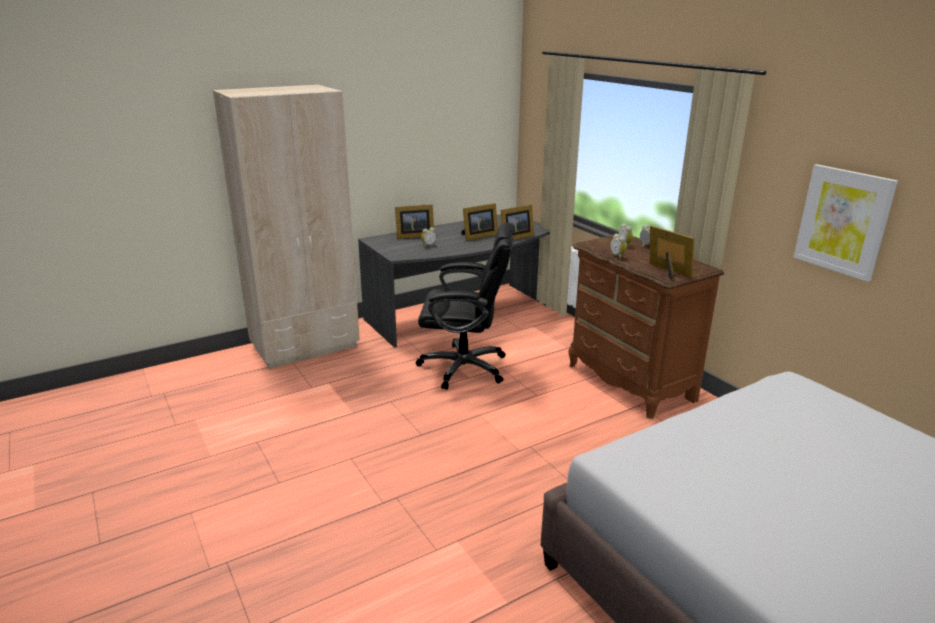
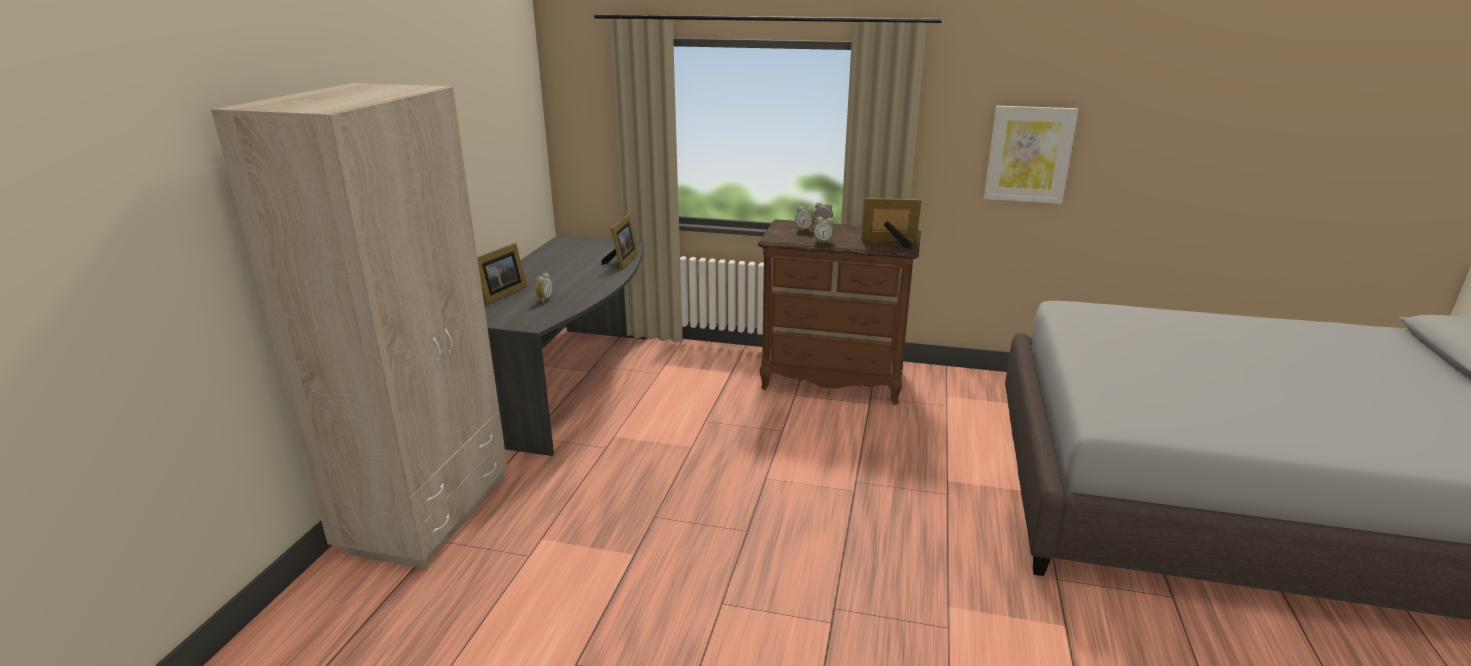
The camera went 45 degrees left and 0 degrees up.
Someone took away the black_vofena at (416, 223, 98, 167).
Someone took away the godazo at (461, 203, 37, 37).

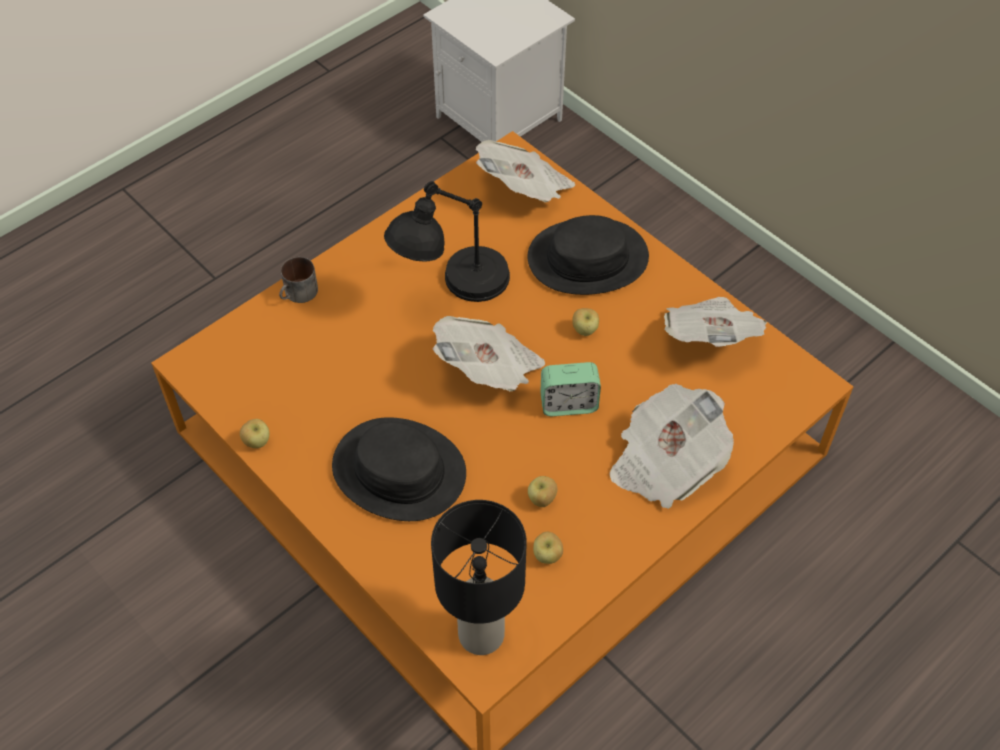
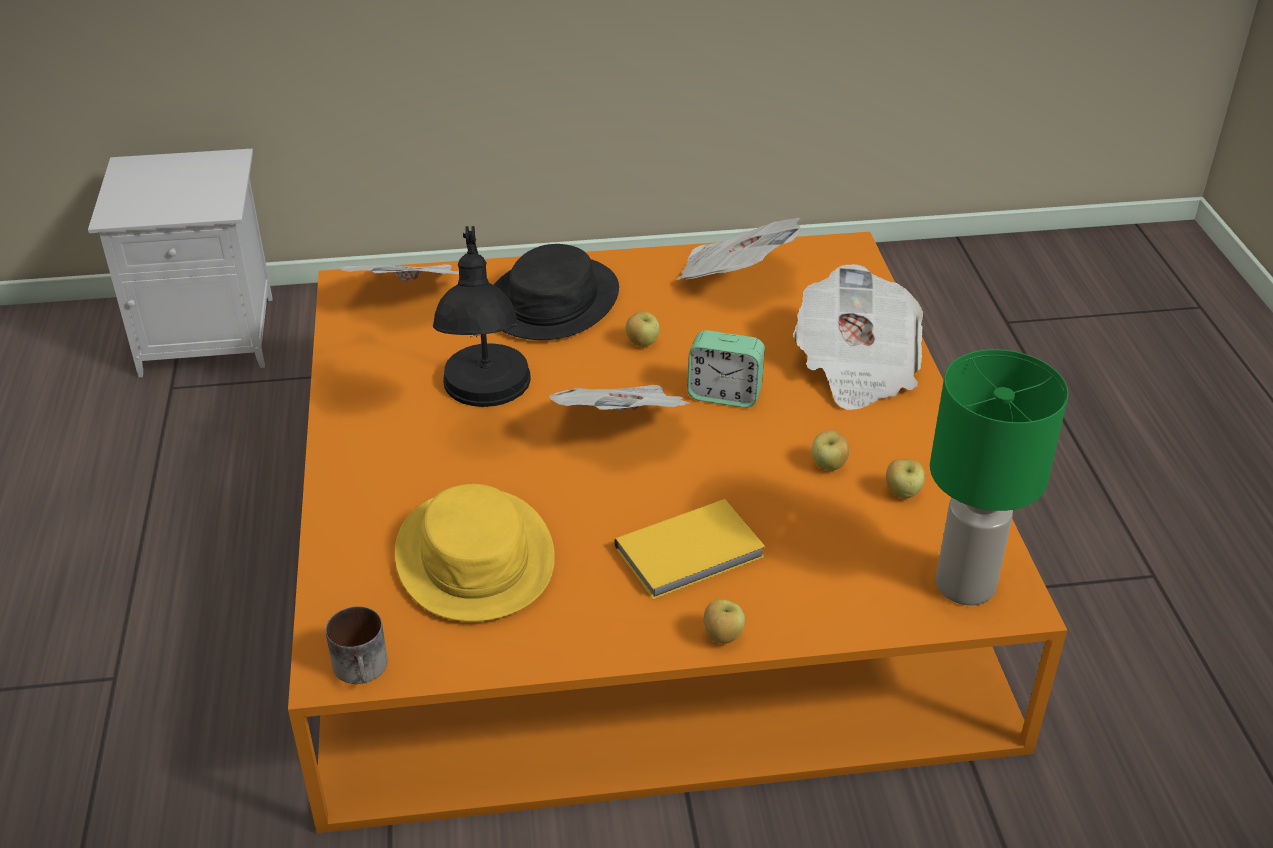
The camera went 55 degrees left and 15 degrees down.
Someone carried the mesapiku from (279, 257, 39, 46) to (326, 606, 62, 78).
Someone put down the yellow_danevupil at (395, 484, 160, 138).
Someone swapped the black_danevupil at (332, 417, 134, 104) for the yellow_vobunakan at (614, 499, 152, 101).
Someone rotated the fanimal at (540, 362, 61, 54) by 75 degrees clockwise.
Someone carried the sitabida from (240, 419, 29, 29) to (703, 599, 42, 45).
Someone repainted the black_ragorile at (431, 500, 95, 155), which became the green_ragorile at (930, 349, 139, 256).

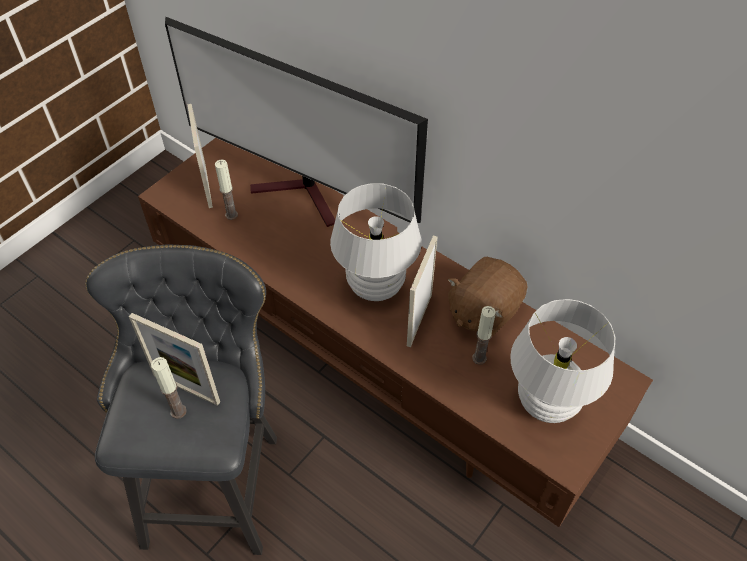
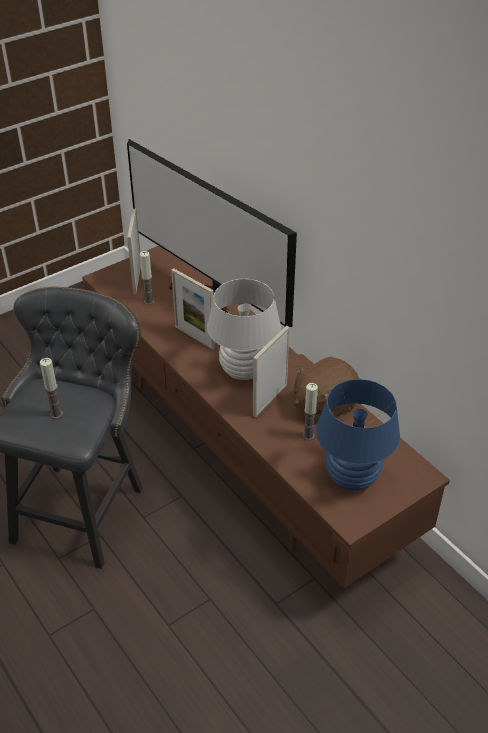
The camera went 15 degrees right and 10 degrees down.
Someone carried the godazo from (129, 313, 91, 93) to (171, 268, 44, 82).
Someone repainted the white_ragorile at (510, 299, 105, 124), which became the blue_ragorile at (316, 379, 84, 111).

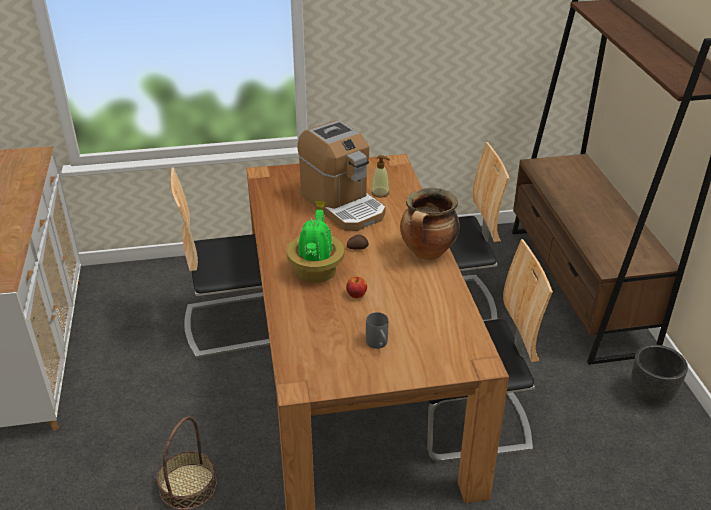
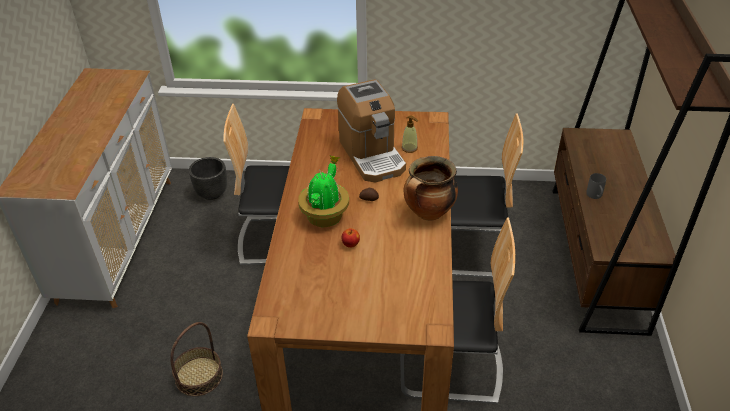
The camera went 15 degrees right and 5 degrees up.
Someone carried the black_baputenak from (631, 345, 57, 60) to (189, 157, 38, 43).
Someone carried the grey_mesapiku from (366, 312, 22, 37) to (586, 173, 20, 26).

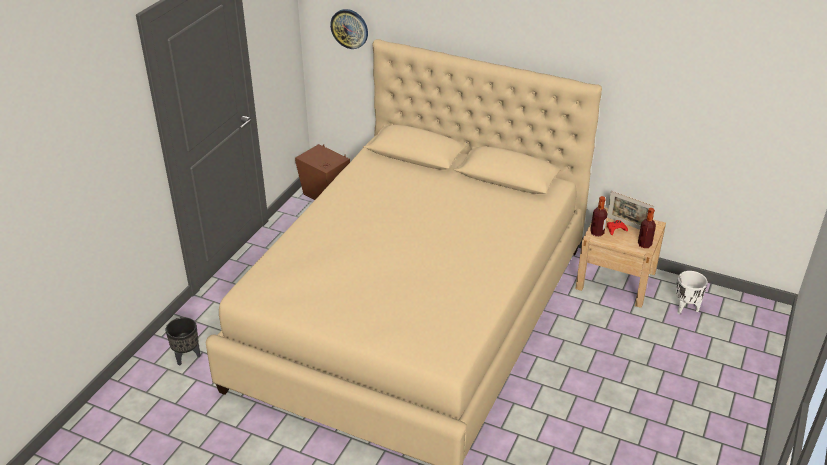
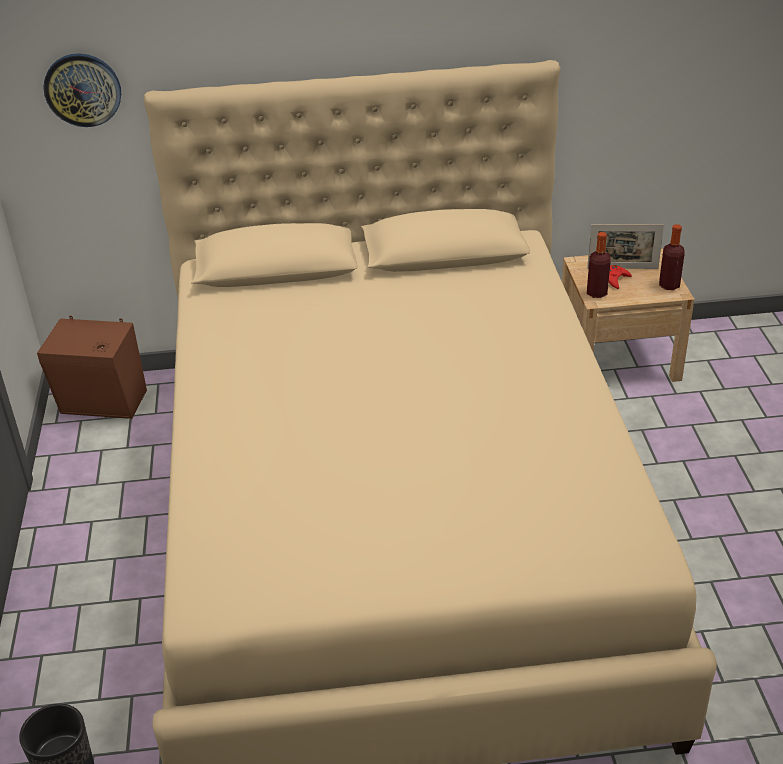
The camera went 30 degrees left and 0 degrees up.
Someone took away the white_baputenak at (676, 271, 32, 43).

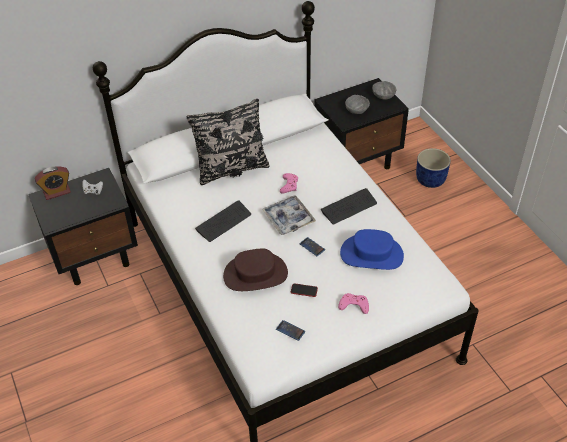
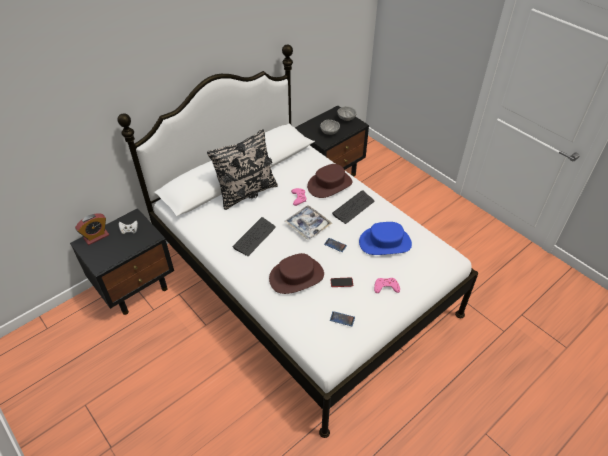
The camera went 15 degrees left and 0 degrees up.
Someone put down the brown_danevupil at (307, 164, 45, 34).
Someone took away the blue_baputenak at (416, 148, 35, 40).

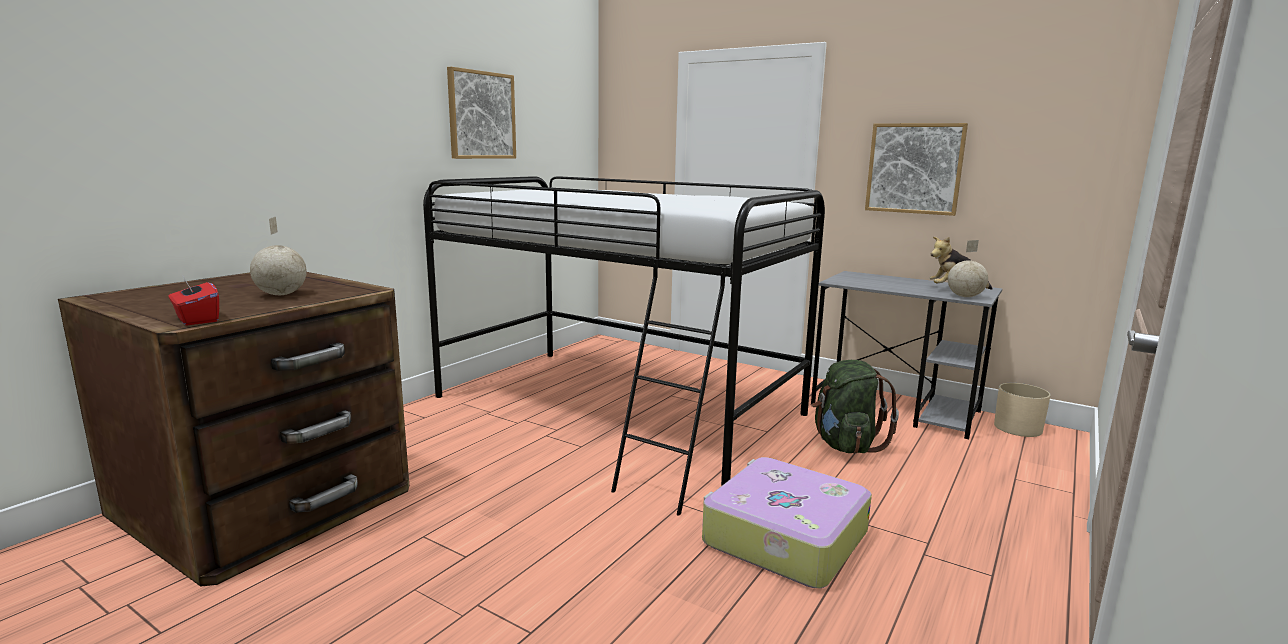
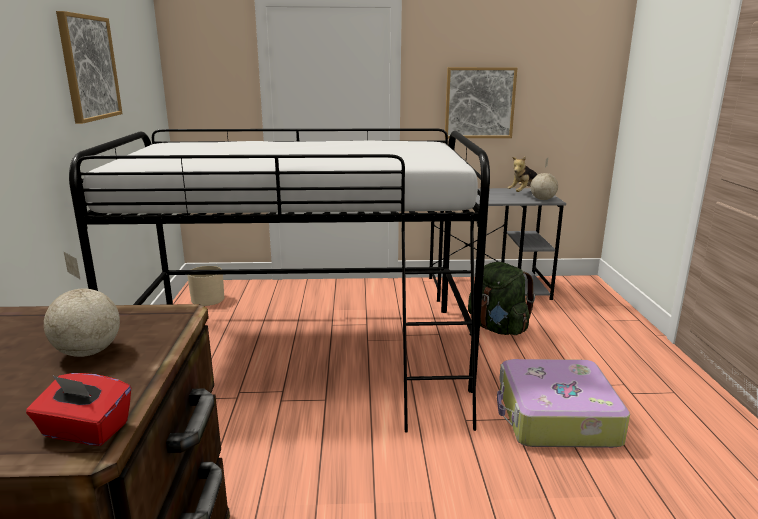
The camera went 35 degrees left and 5 degrees up.
Someone carried the beige_baputenak from (994, 383, 57, 54) to (187, 266, 37, 40).

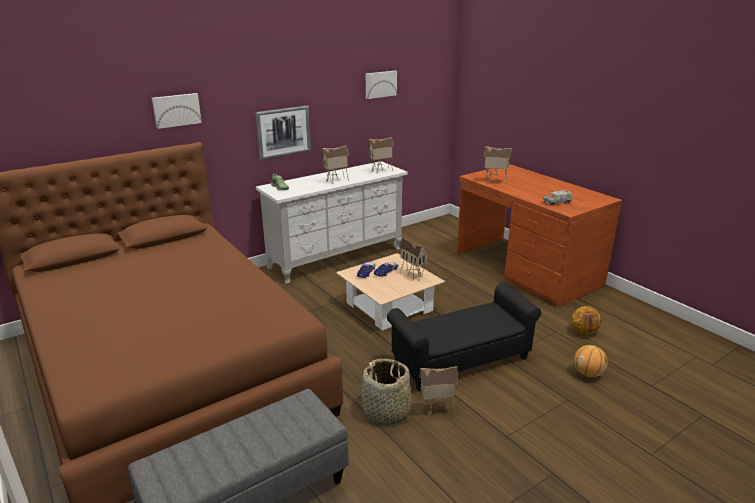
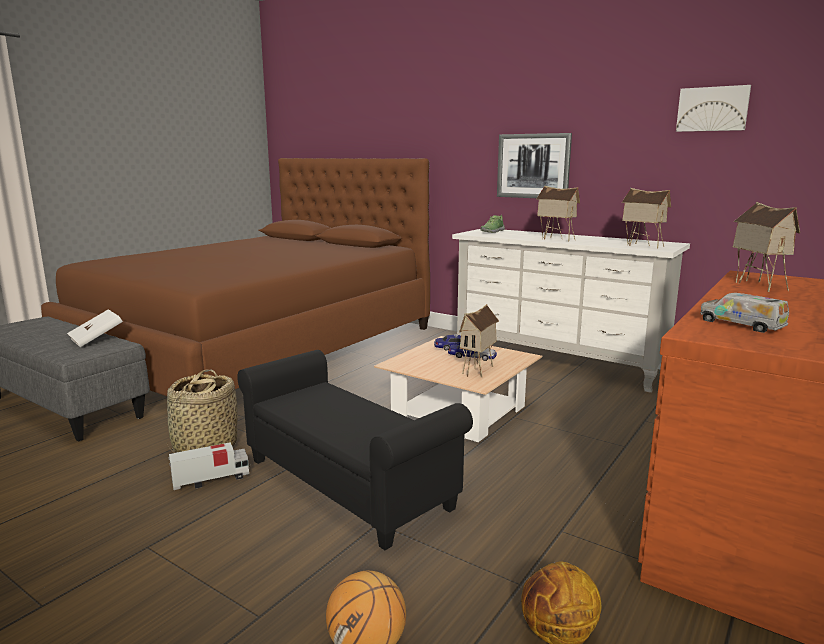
The camera went 70 degrees right and 10 degrees down.
Someone put down the white_vobunakan at (67, 309, 56, 38).
Someone swapped the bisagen at (419, 366, 39, 49) for the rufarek at (168, 442, 82, 48).
Someone took away the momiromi at (152, 93, 50, 36).

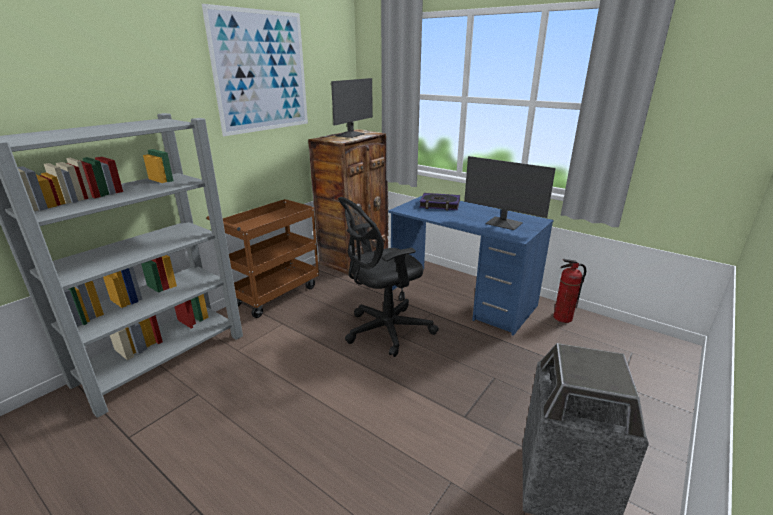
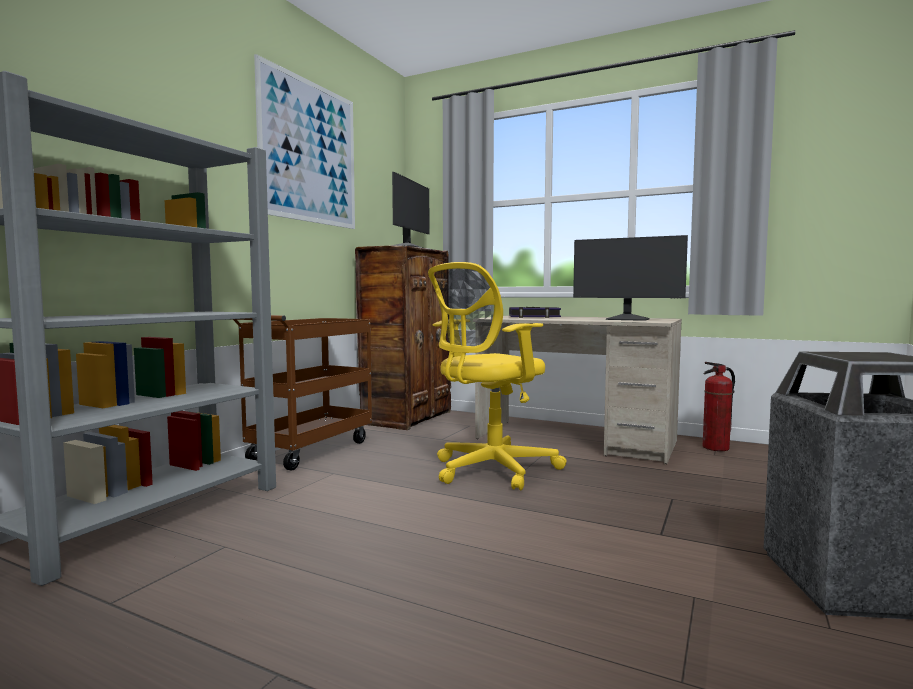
The camera went 10 degrees left and 20 degrees down.
Someone repainted the black_vofena at (338, 197, 101, 160), which became the yellow_vofena at (428, 262, 139, 228).
Someone repainted the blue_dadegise at (388, 196, 166, 140), which became the beige_dadegise at (475, 315, 207, 149).

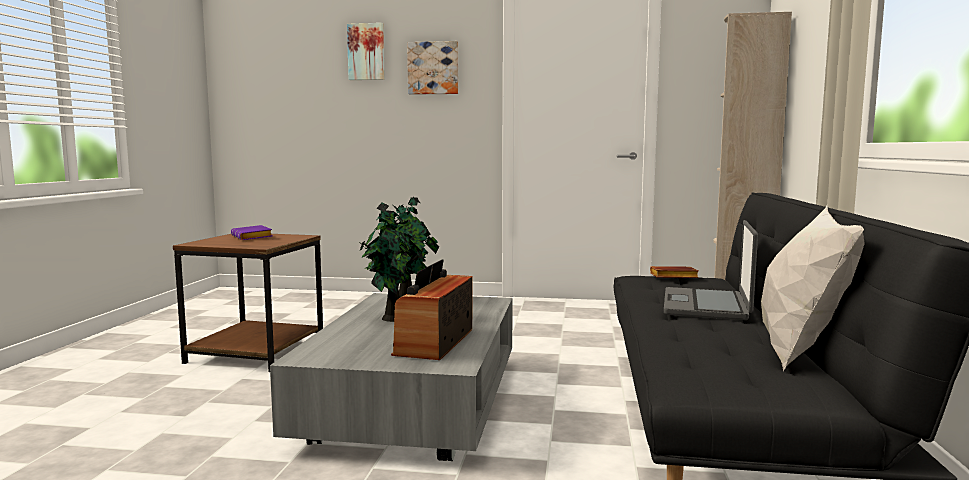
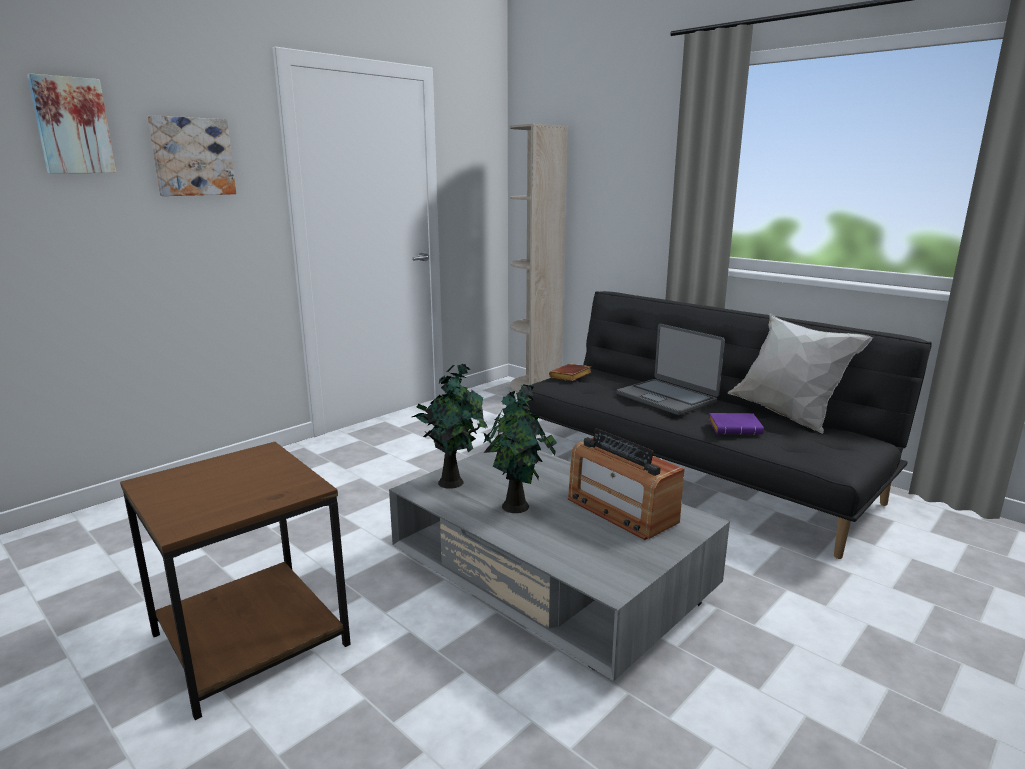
The camera went 55 degrees left and 10 degrees up.
Someone carried the purple_vobunakan from (231, 225, 41, 15) to (708, 413, 56, 21).

